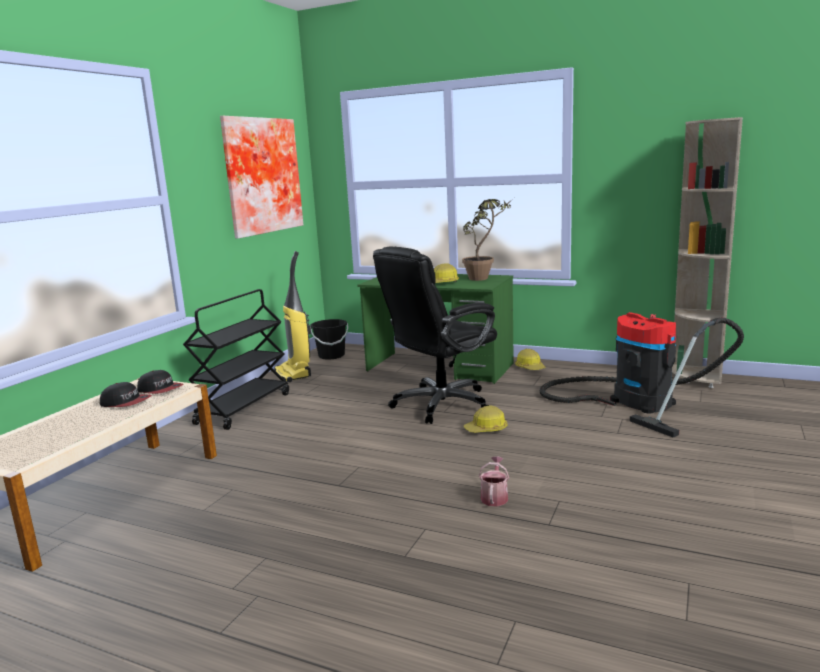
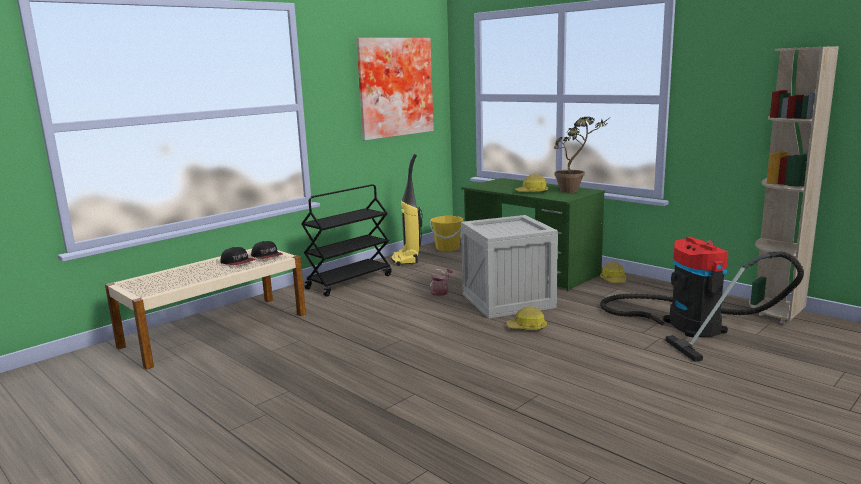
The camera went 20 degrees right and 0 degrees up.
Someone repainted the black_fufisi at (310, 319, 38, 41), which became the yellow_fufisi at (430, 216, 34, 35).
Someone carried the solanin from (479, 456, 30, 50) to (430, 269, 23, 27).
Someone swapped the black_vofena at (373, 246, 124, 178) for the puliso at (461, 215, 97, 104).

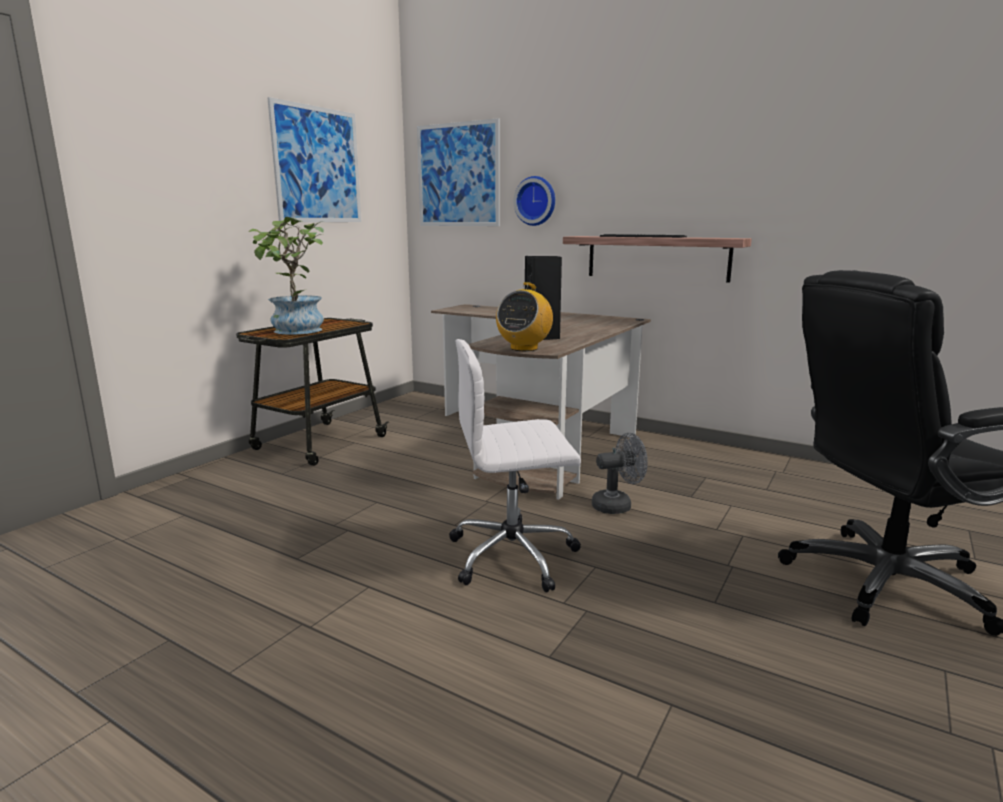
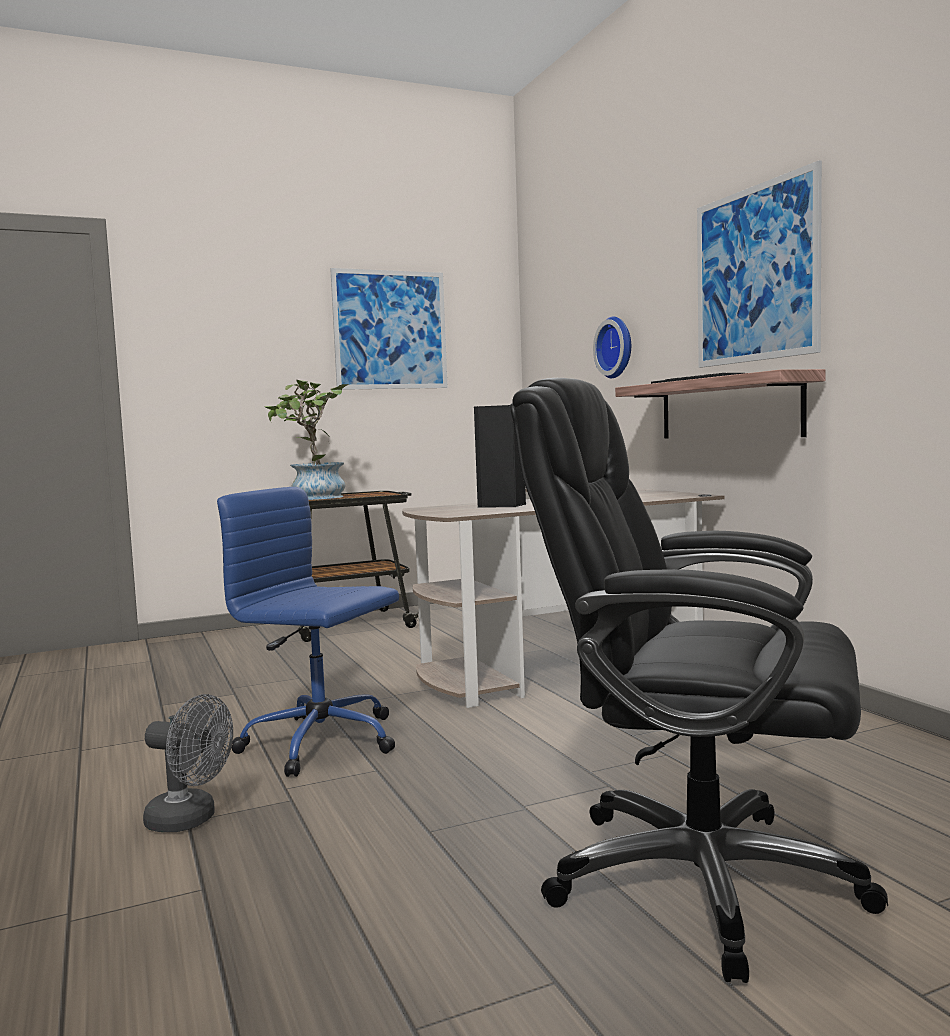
The camera went 35 degrees right and 10 degrees down.
Someone carried the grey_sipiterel from (592, 433, 56, 81) to (143, 694, 90, 138).
Someone repainted the white_vofena at (449, 339, 132, 254), which became the blue_vofena at (217, 487, 182, 290).
Someone carried the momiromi from (417, 118, 83, 108) to (697, 160, 125, 208).
Someone took away the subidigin at (496, 282, 57, 69).

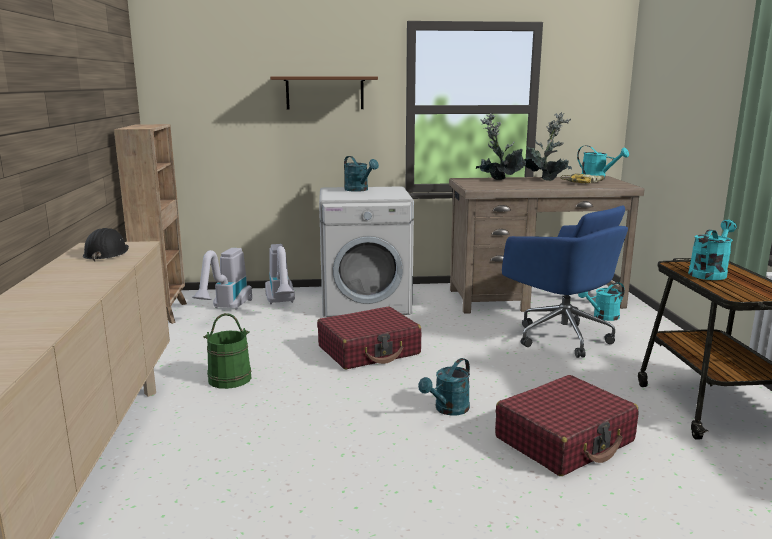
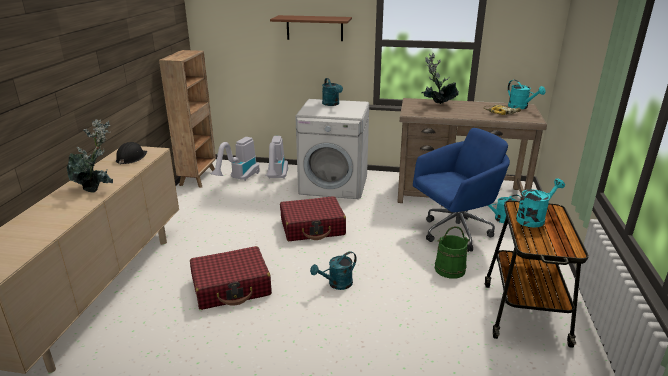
The camera went 15 degrees right and 10 degrees up.
Someone carried the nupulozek from (524, 112, 48, 69) to (66, 119, 47, 74).
Someone carried the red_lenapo from (495, 375, 143, 101) to (190, 246, 82, 64).
Someone rotated the blue_vofena at (502, 206, 126, 152) by 90 degrees counterclockwise.
Someone carried the green_fufisi from (203, 313, 49, 76) to (435, 226, 35, 53).

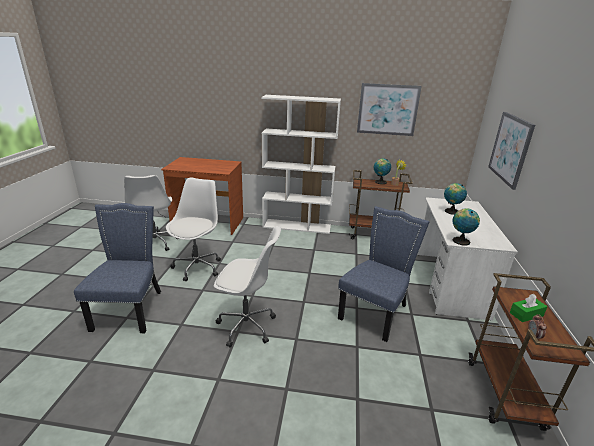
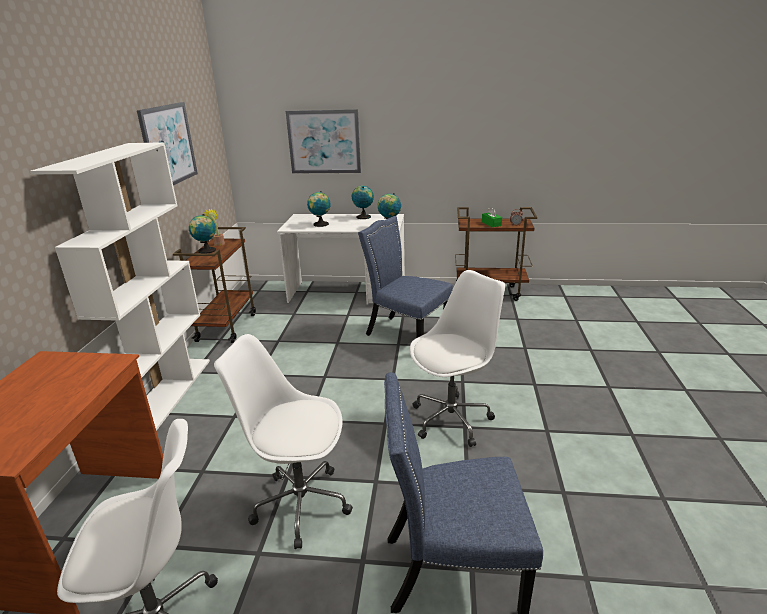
The camera went 90 degrees left and 0 degrees up.
Someone put down the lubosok at (352, 186, 22, 33).
Someone rotated the white_vofena at (214, 226, 67, 121) by 45 degrees clockwise.

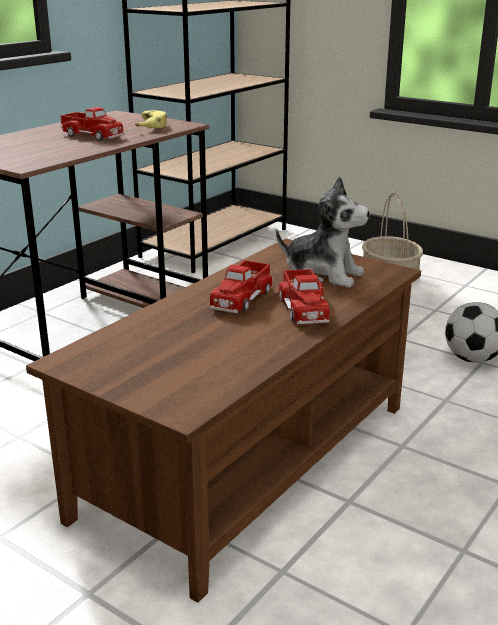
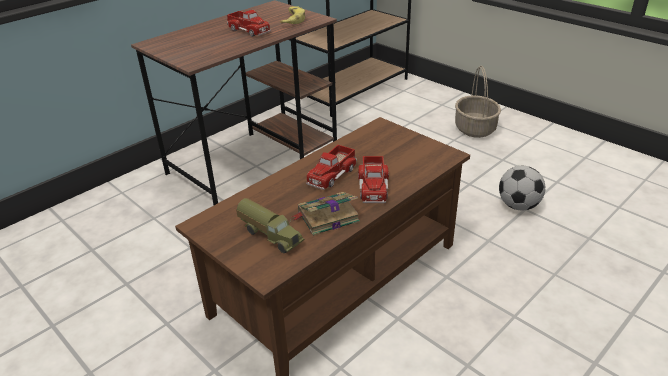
The camera went 10 degrees right and 10 degrees up.
Someone put down the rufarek at (236, 198, 69, 55).
Someone put down the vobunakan at (291, 192, 69, 44).
Someone took away the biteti at (276, 176, 94, 112).

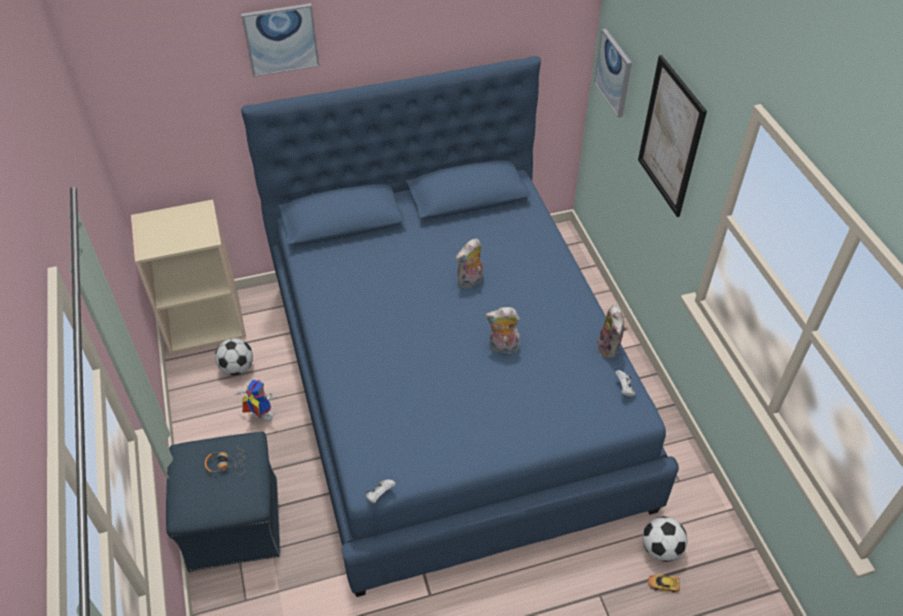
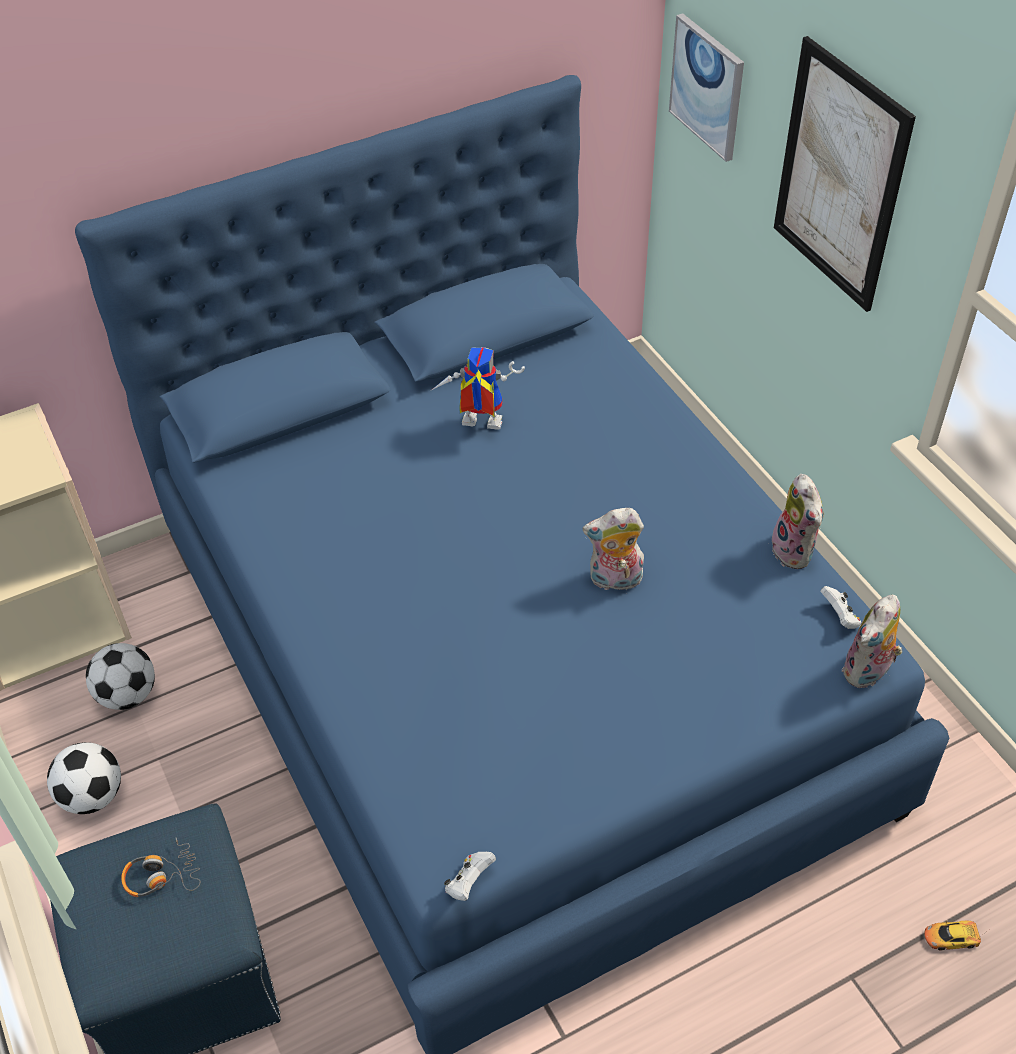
The camera went 10 degrees left and 0 degrees up.
Someone carried the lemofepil from (643, 517, 44, 45) to (47, 742, 74, 72).
Someone carried the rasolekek from (235, 379, 43, 43) to (432, 347, 93, 83).
Someone carried the biteti from (456, 238, 29, 50) to (842, 595, 60, 94).
Someone took away the momiromi at (241, 3, 79, 74).

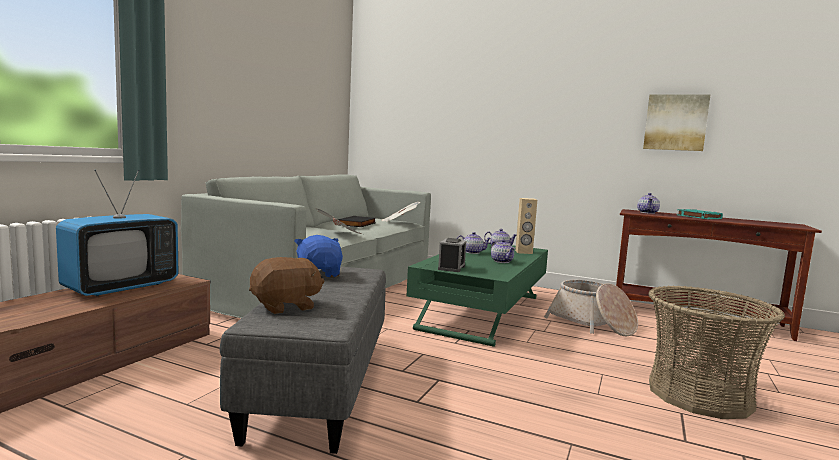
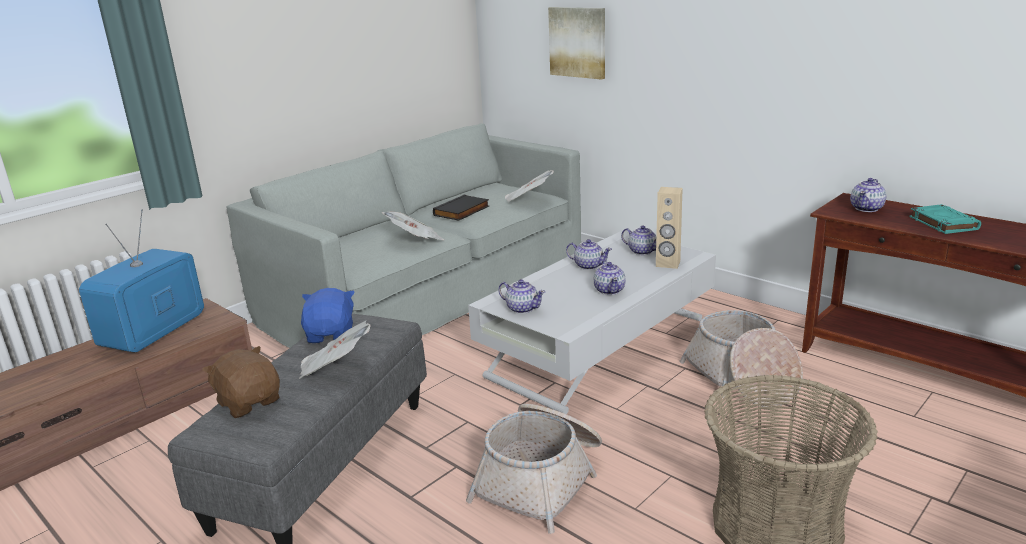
The camera went 20 degrees right and 15 degrees up.
Someone rotated the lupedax at (56, 170, 122, 126) by 150 degrees clockwise.
Someone rotated the brown_biteti at (249, 257, 75, 57) by 120 degrees counterclockwise.
Someone put down the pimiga at (299, 321, 72, 58).
Someone put down the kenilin at (466, 404, 136, 130).
Someone repainted the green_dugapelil at (407, 243, 141, 104), which became the white_dugapelil at (468, 231, 248, 183).
Someone swapped the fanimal at (438, 238, 28, 34) for the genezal at (498, 279, 47, 35).
Someone carried the momiromi from (643, 94, 68, 57) to (548, 7, 57, 72).

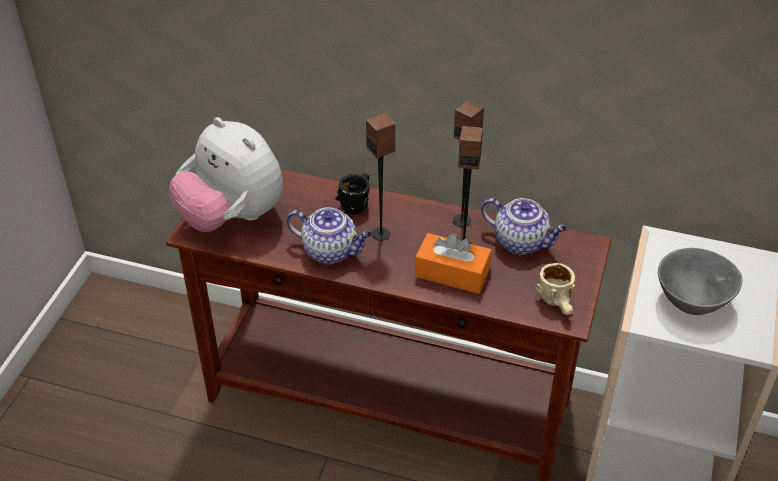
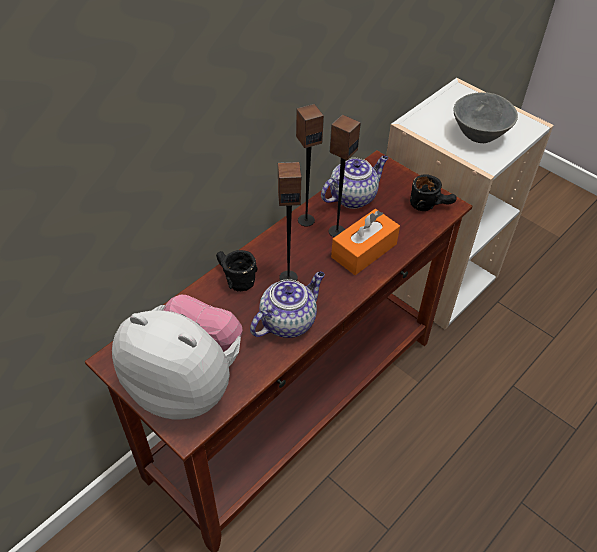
The camera went 65 degrees left and 5 degrees up.
Someone rotated the biteti at (169, 117, 114, 115) by 135 degrees counterclockwise.
Someone repainted the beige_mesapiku at (536, 263, 39, 52), which became the black_mesapiku at (410, 174, 46, 37).

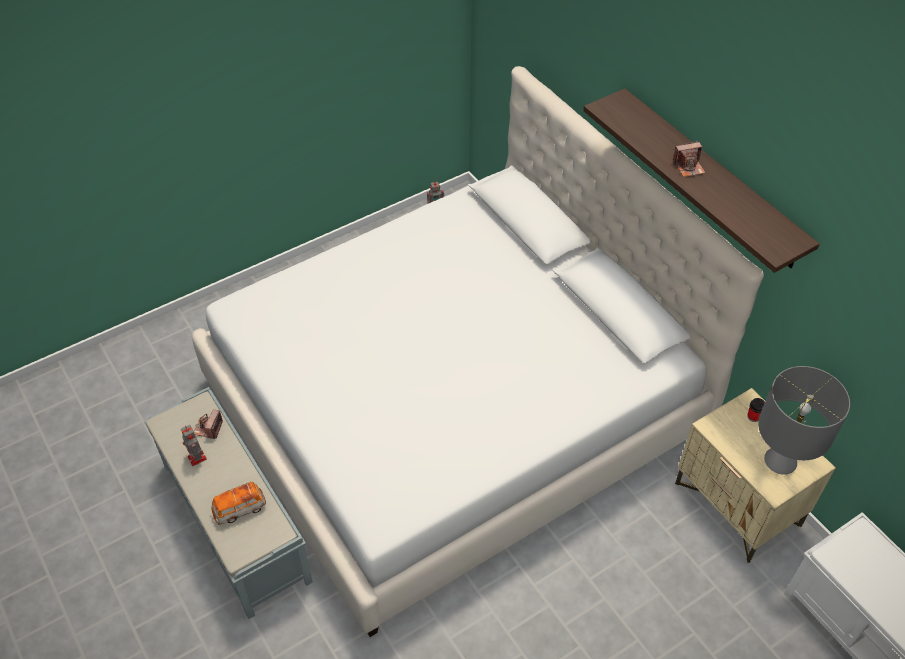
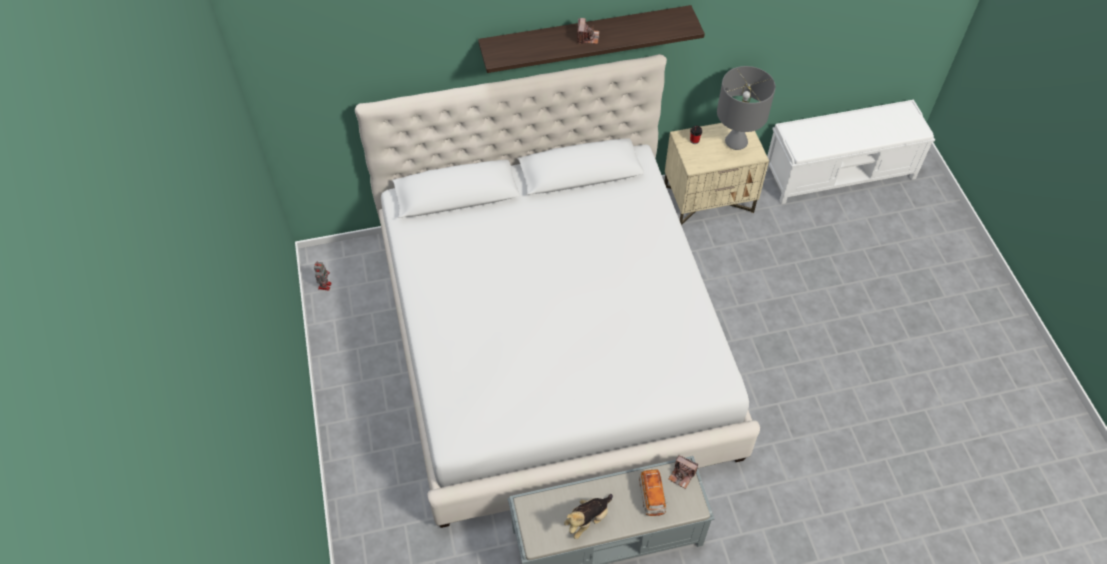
The camera went 70 degrees left and 5 degrees up.
Someone swapped the rasolekek at (181, 425, 26, 41) for the biteti at (564, 494, 49, 45).
Someone carried the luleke from (194, 409, 29, 30) to (668, 455, 30, 34).

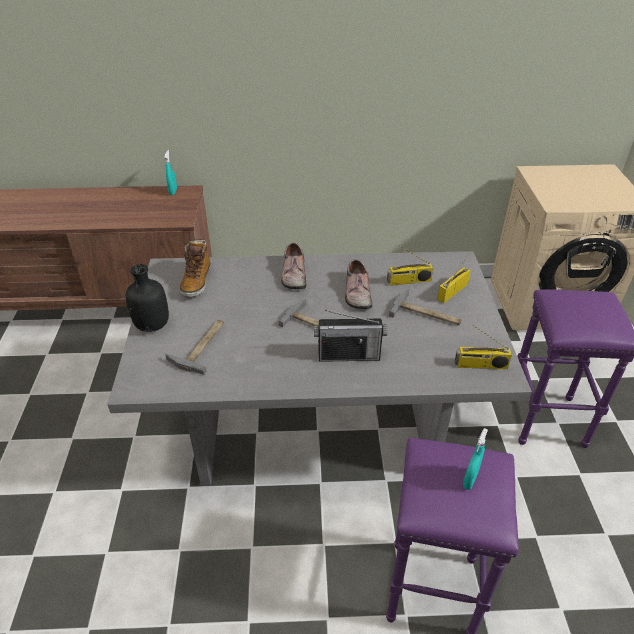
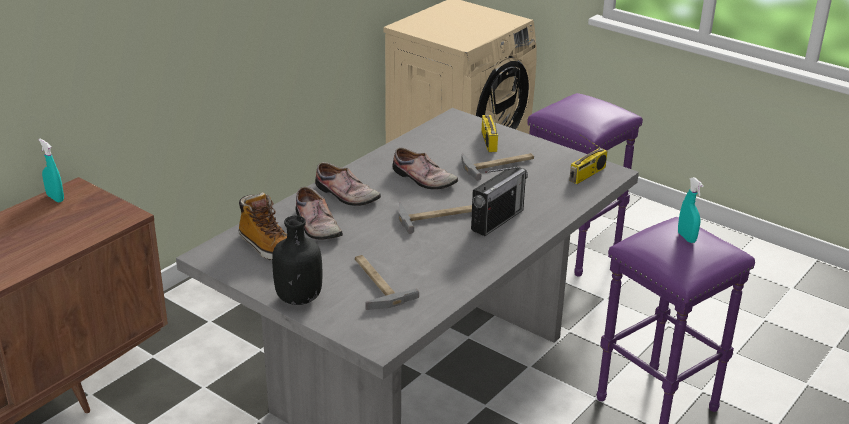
The camera went 50 degrees left and 10 degrees down.
Someone put down the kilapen at (296, 187, 47, 53).
Someone took away the subidigin at (387, 245, 46, 41).

